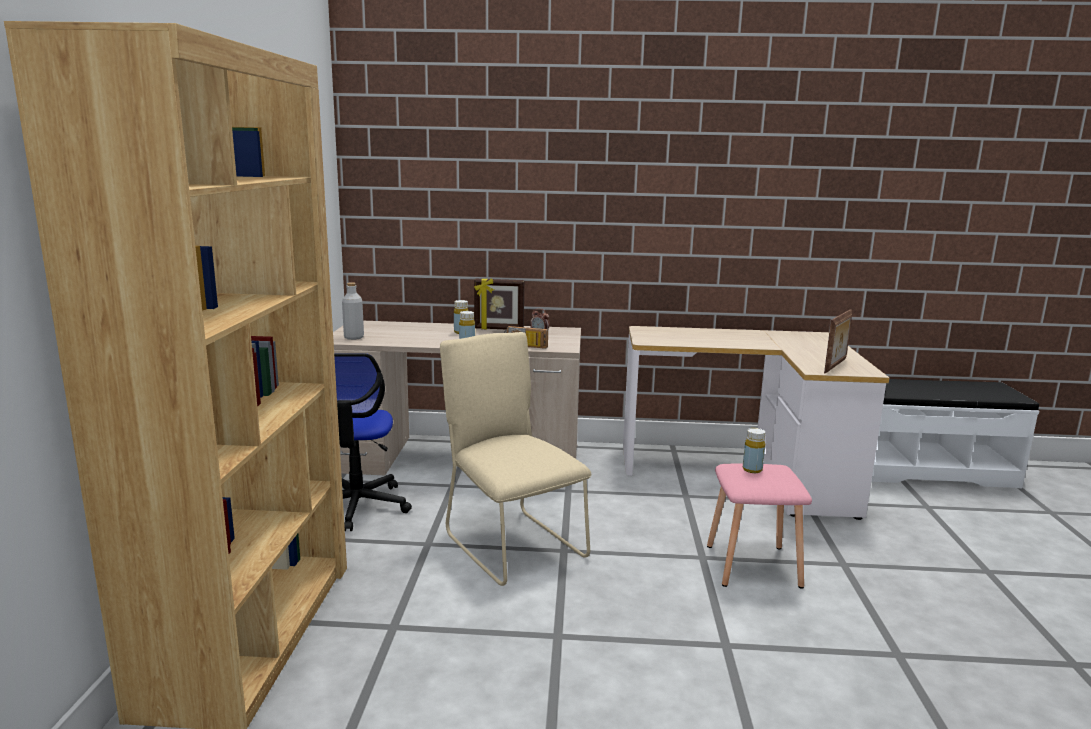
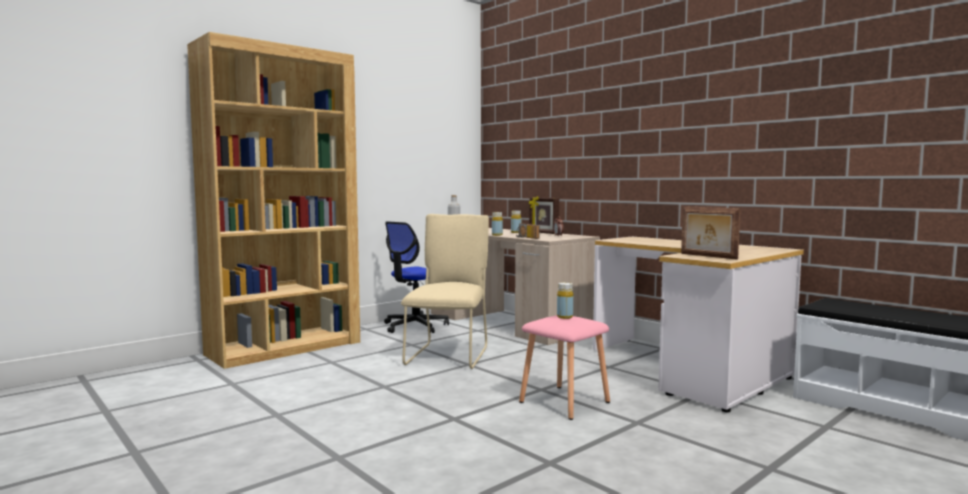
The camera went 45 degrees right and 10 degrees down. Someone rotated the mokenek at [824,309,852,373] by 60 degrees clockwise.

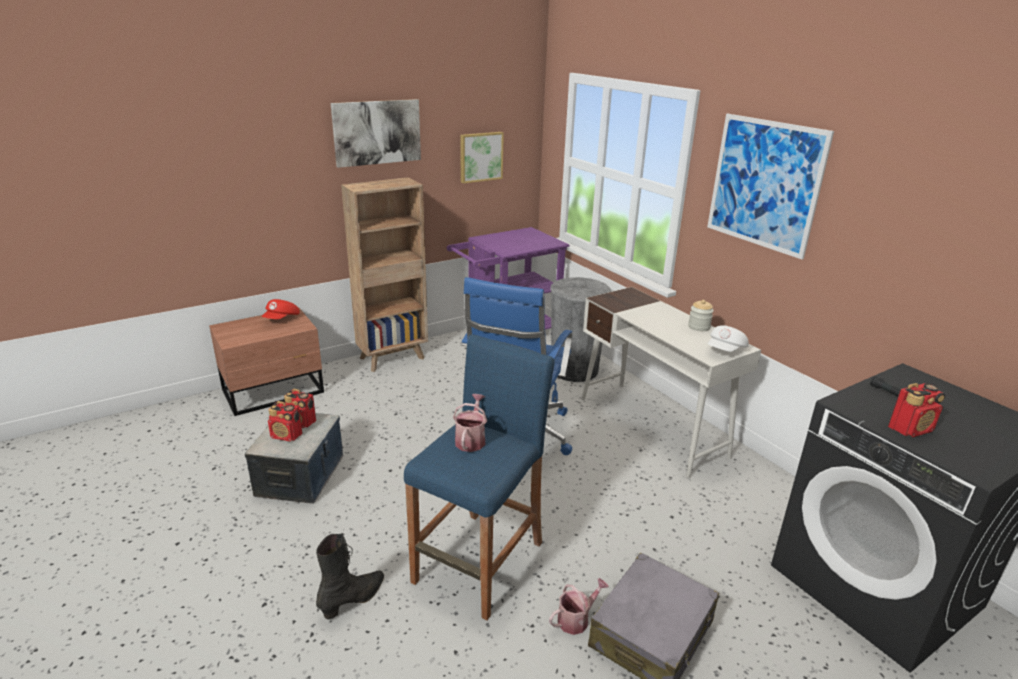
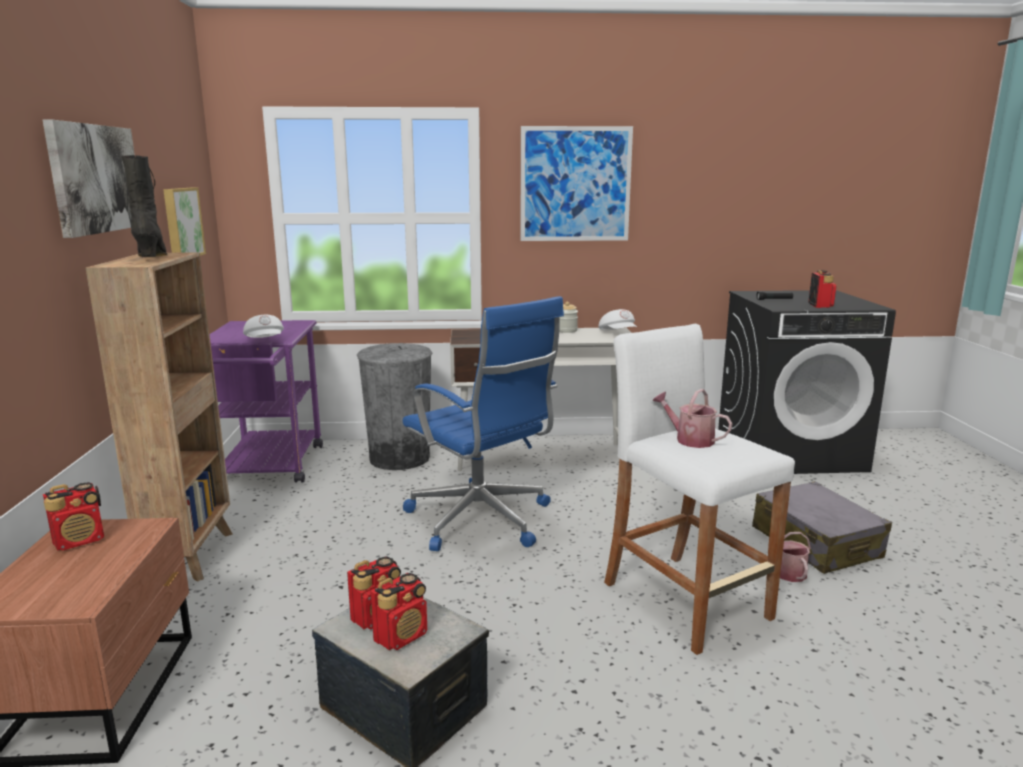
The camera went 60 degrees left and 10 degrees down. Someone put down the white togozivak at [243,315,284,338]. Someone carried the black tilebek from [316,533,384,620] to [121,155,167,257]. Someone swapped the red togozivak at [262,299,300,319] for the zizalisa at [43,482,104,550]. Someone repainted the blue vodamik at [404,334,554,621], which became the white vodamik at [604,324,795,655].

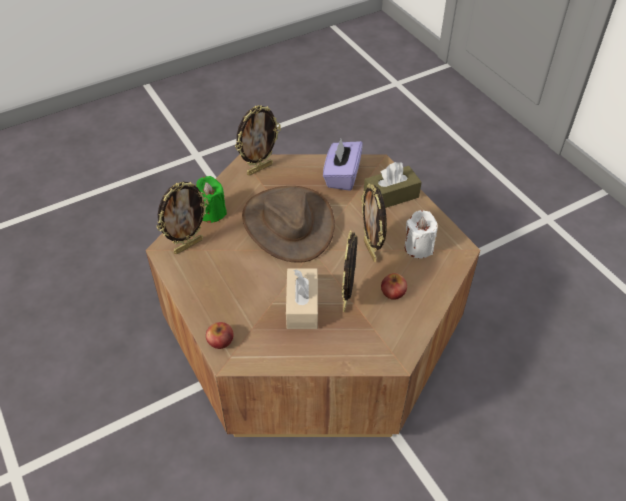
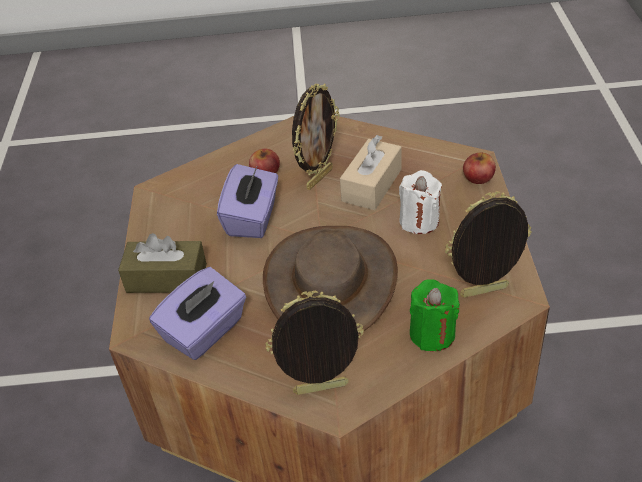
The camera went 150 degrees left and 5 degrees down. Someone carried the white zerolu from [405,210,438,258] to [399,170,442,234]. Someone swapped the mokenek at [361,183,387,262] for the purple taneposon at [217,164,278,238].

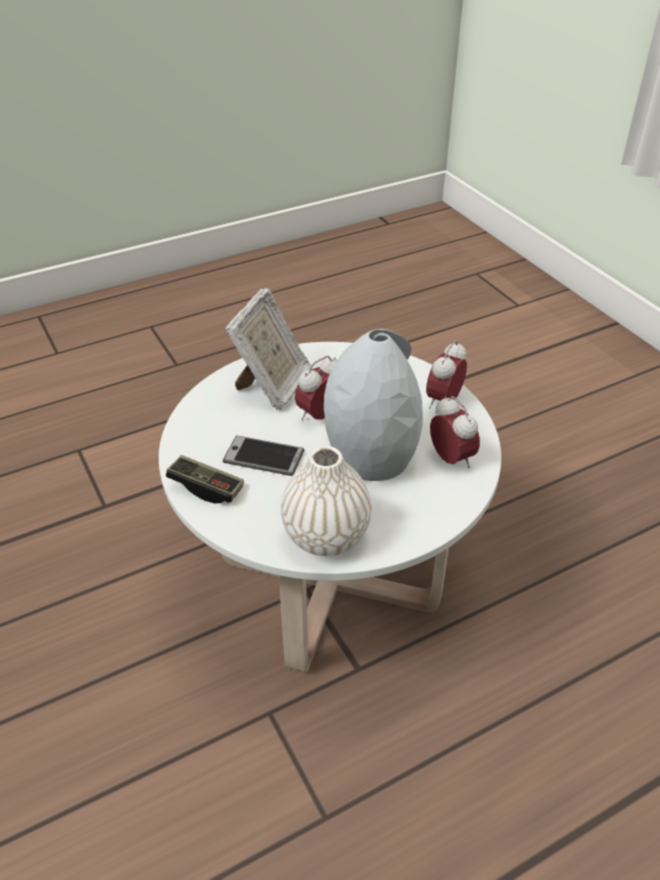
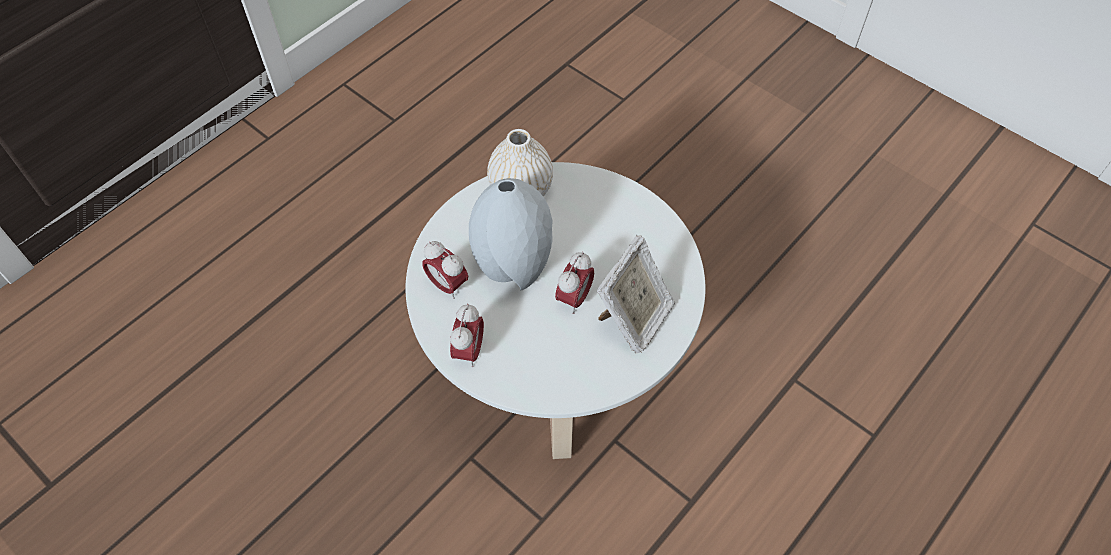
The camera went 160 degrees right and 15 degrees up. Someone took away the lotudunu at [166,455,244,504]. Someone took away the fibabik at [223,436,304,476]. Someone rotated the mokenek at [225,288,311,410] by 150 degrees counterclockwise.

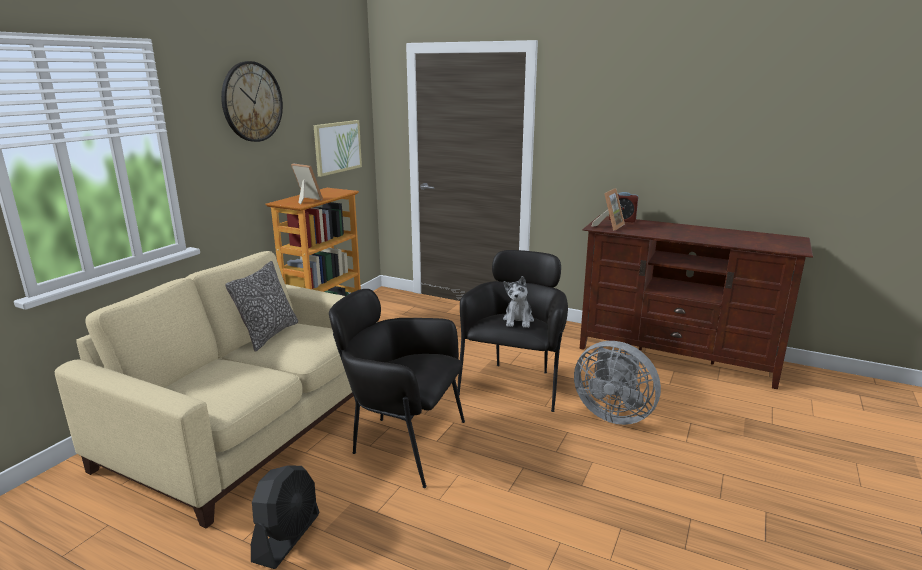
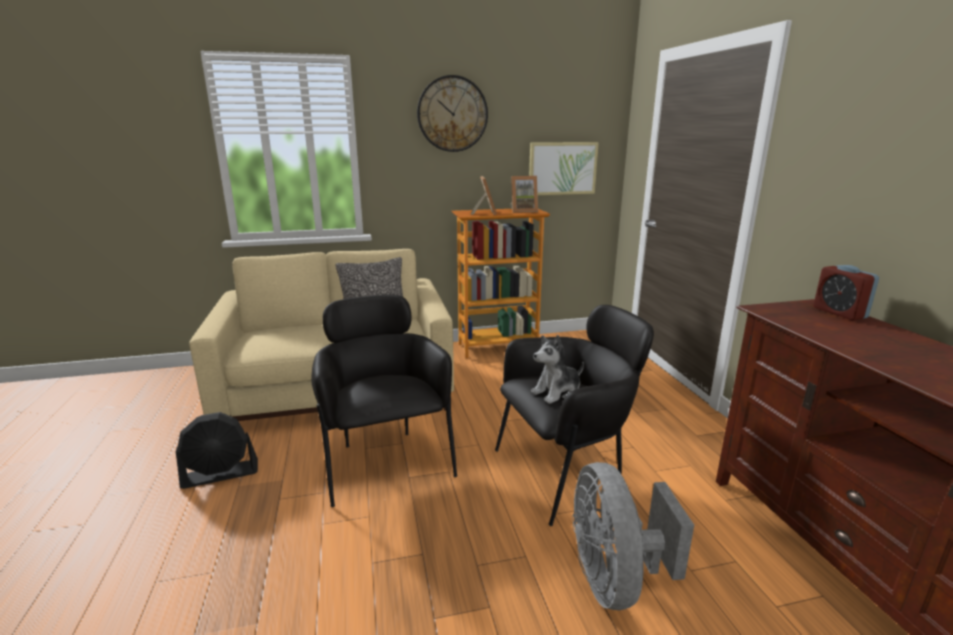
The camera went 50 degrees right and 0 degrees up. Someone carried the mokenek from [591,188,625,231] to [510,176,538,213].

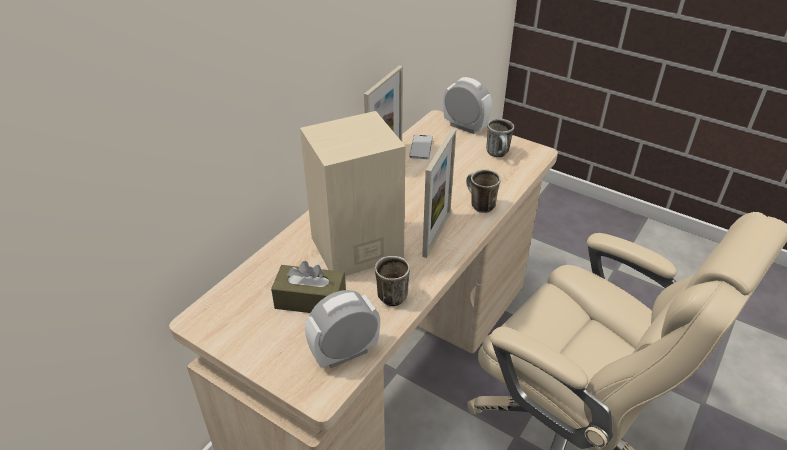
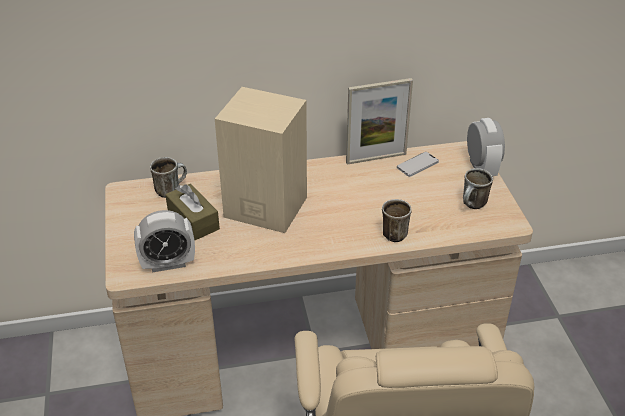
The camera went 45 degrees right and 0 degrees up. Someone took away the mokenek at [422,128,456,258]. Someone carried the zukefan from [375,256,410,306] to [150,157,187,198]. Someone rotated the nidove at [305,290,380,368] by 150 degrees clockwise.

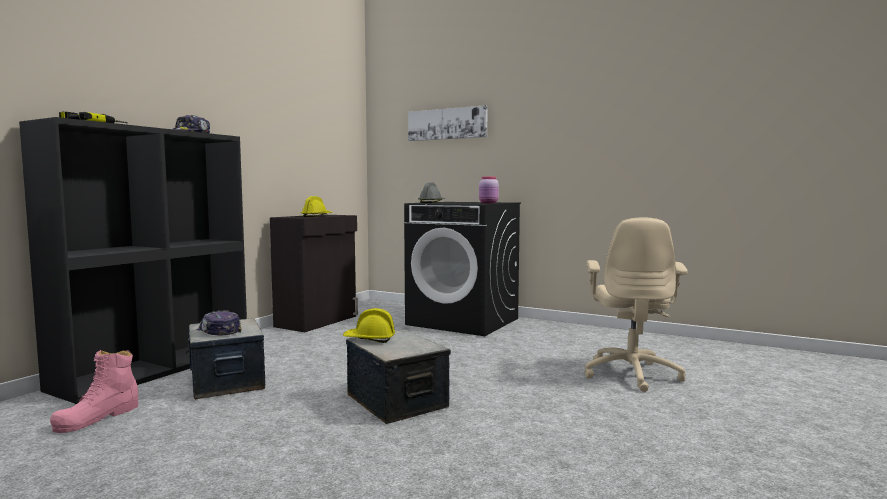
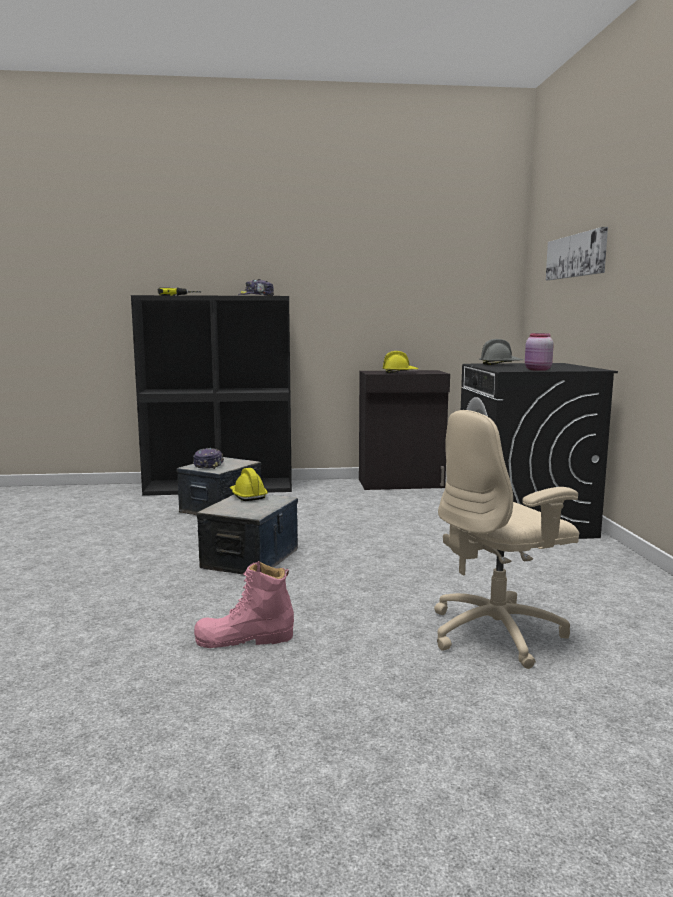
The camera went 55 degrees right and 5 degrees up. Someone carried the pink tilebek from [50,350,138,433] to [194,561,294,648].

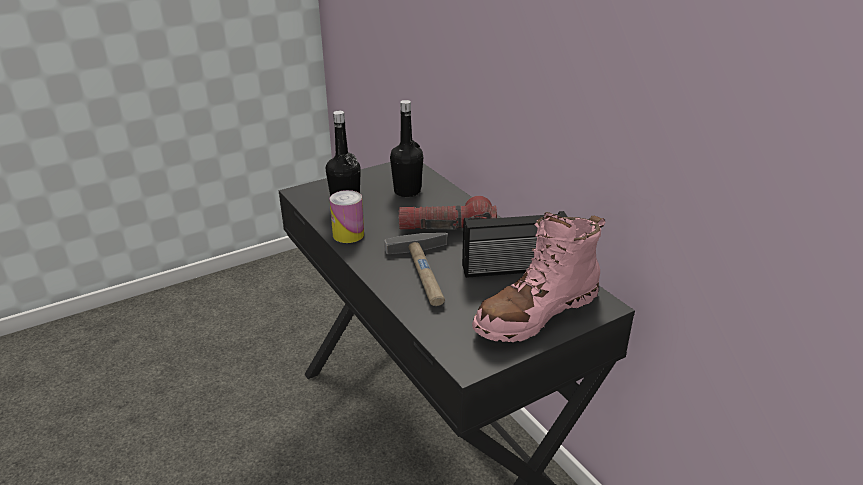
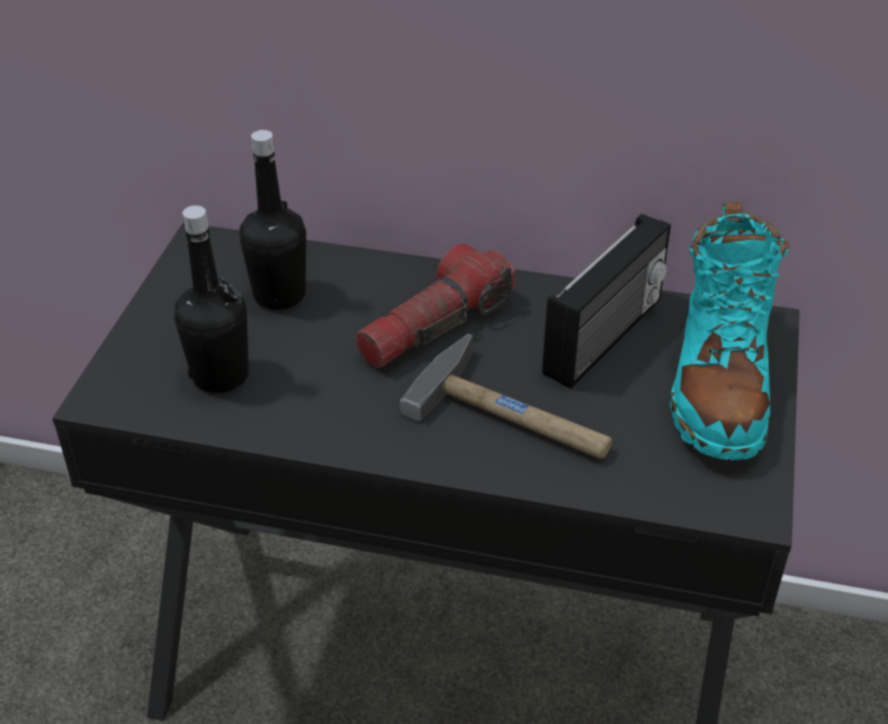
The camera went 45 degrees left and 10 degrees up. Someone took away the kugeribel at [330,190,364,243]. Someone repainted the pink tilebek at [472,212,605,342], which became the turquoise tilebek at [670,201,789,460].

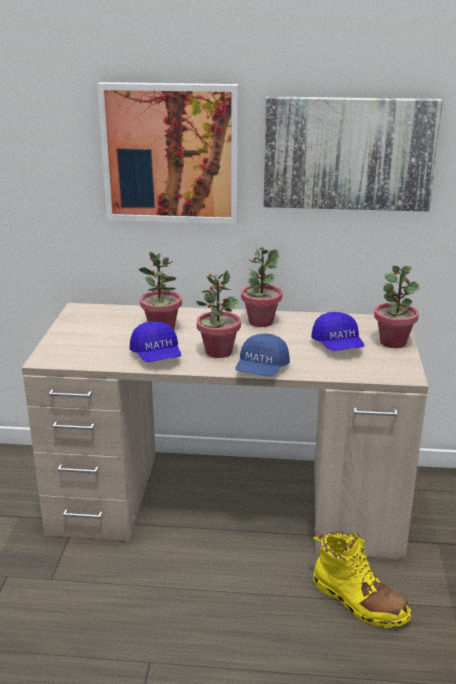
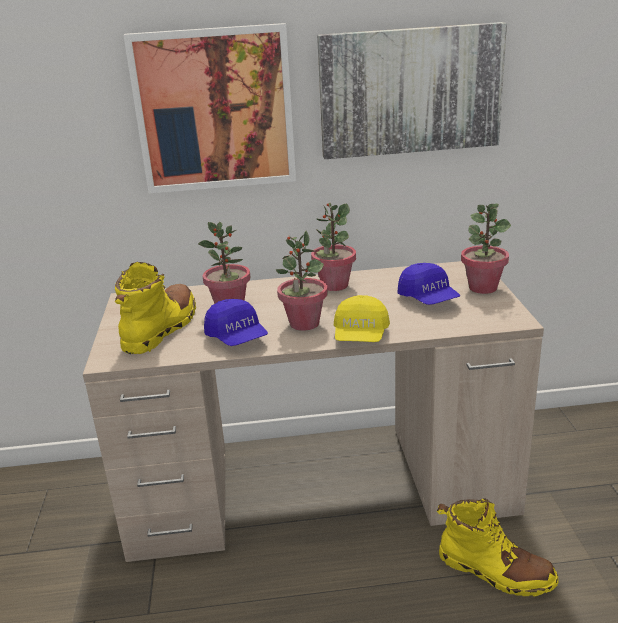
The camera went 10 degrees left and 0 degrees up. Someone put down the yellow tilebek at [115,262,196,354]. Someone repainted the blue togozivak at [236,333,290,376], which became the yellow togozivak at [334,295,390,342].

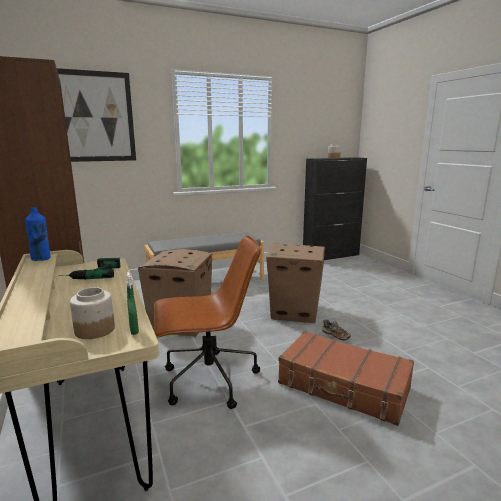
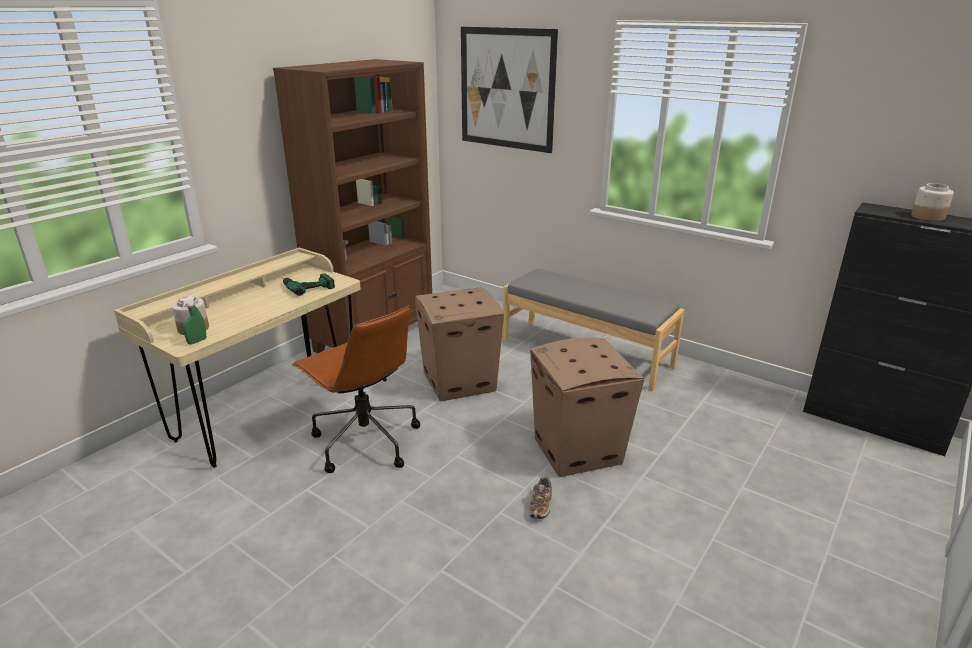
The camera went 60 degrees right and 10 degrees up. Someone took away the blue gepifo at [25,207,51,261]. Someone took away the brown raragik at [278,331,414,426].

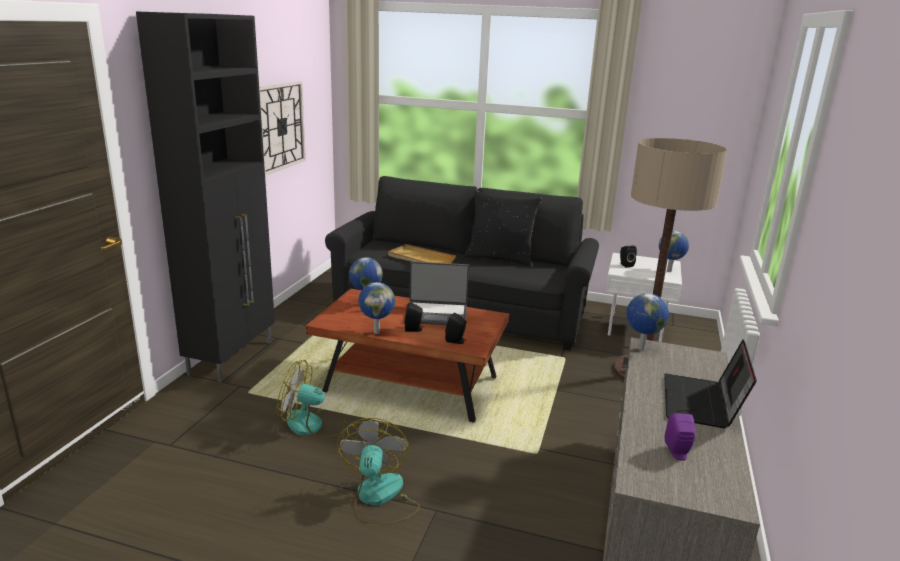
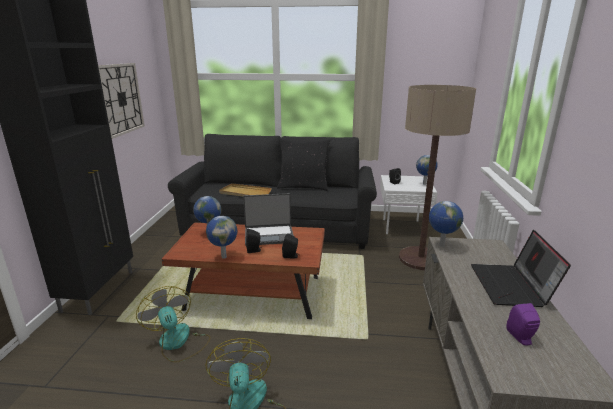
The camera went 10 degrees left and 0 degrees up. Someone rotated the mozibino at [277,360,346,438] by 60 degrees clockwise.

